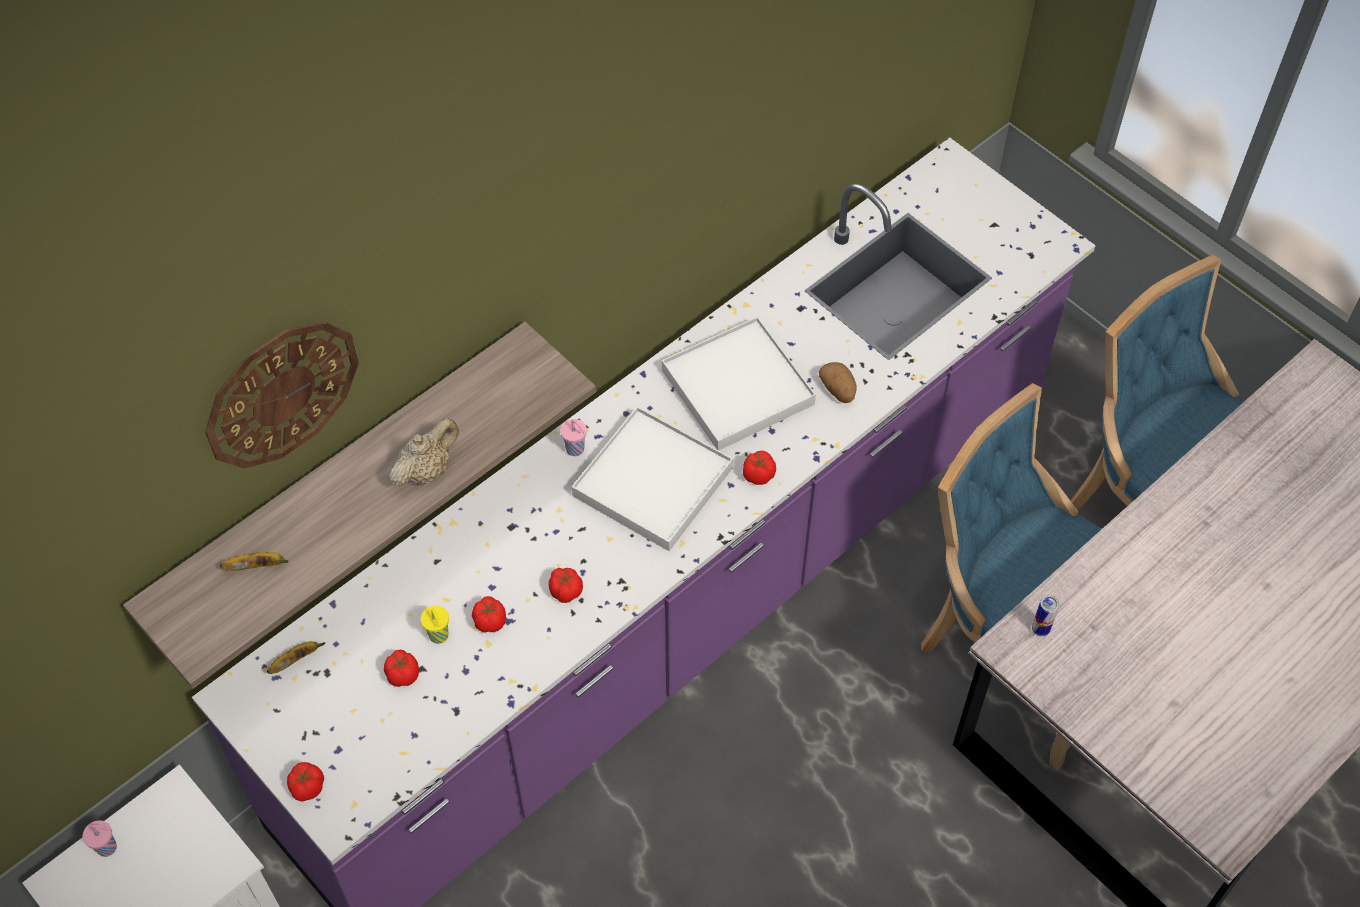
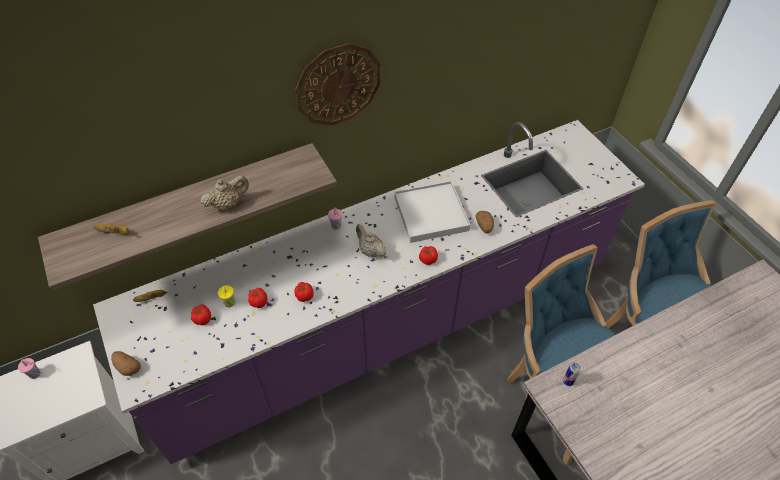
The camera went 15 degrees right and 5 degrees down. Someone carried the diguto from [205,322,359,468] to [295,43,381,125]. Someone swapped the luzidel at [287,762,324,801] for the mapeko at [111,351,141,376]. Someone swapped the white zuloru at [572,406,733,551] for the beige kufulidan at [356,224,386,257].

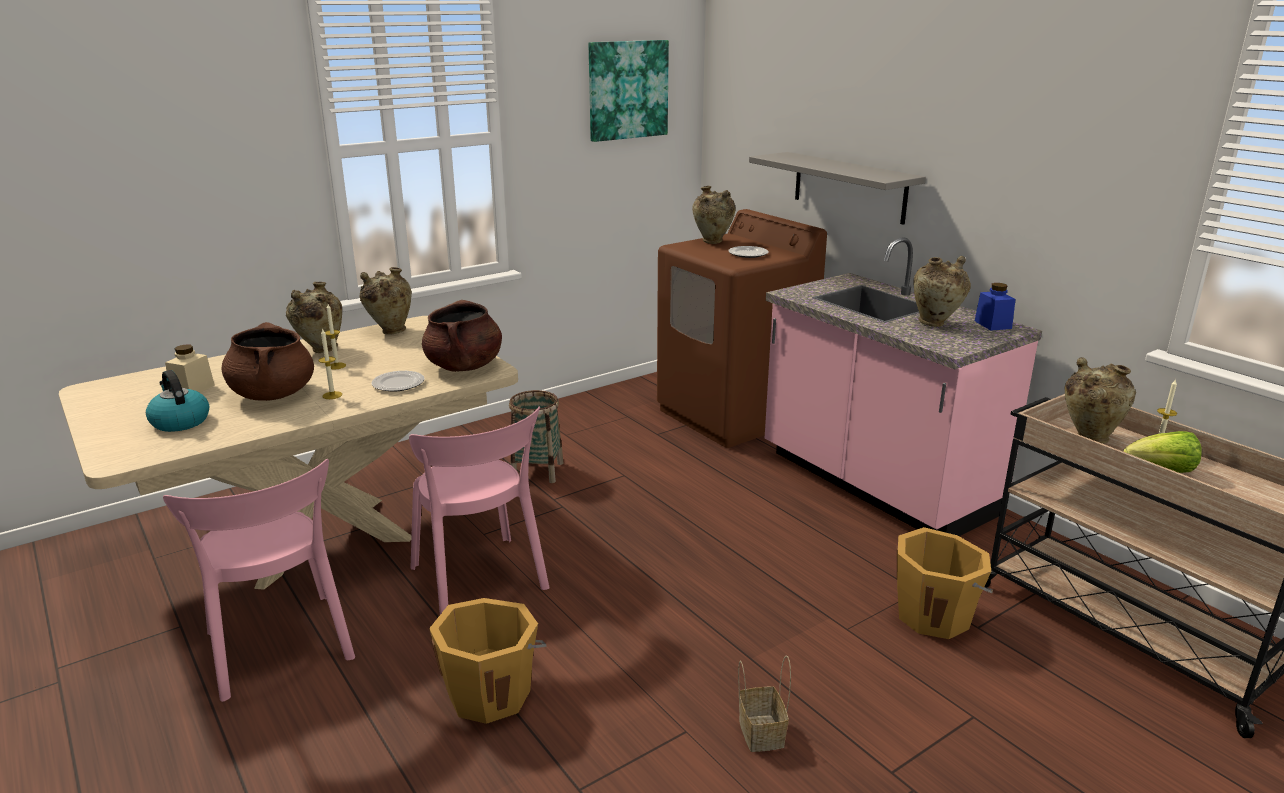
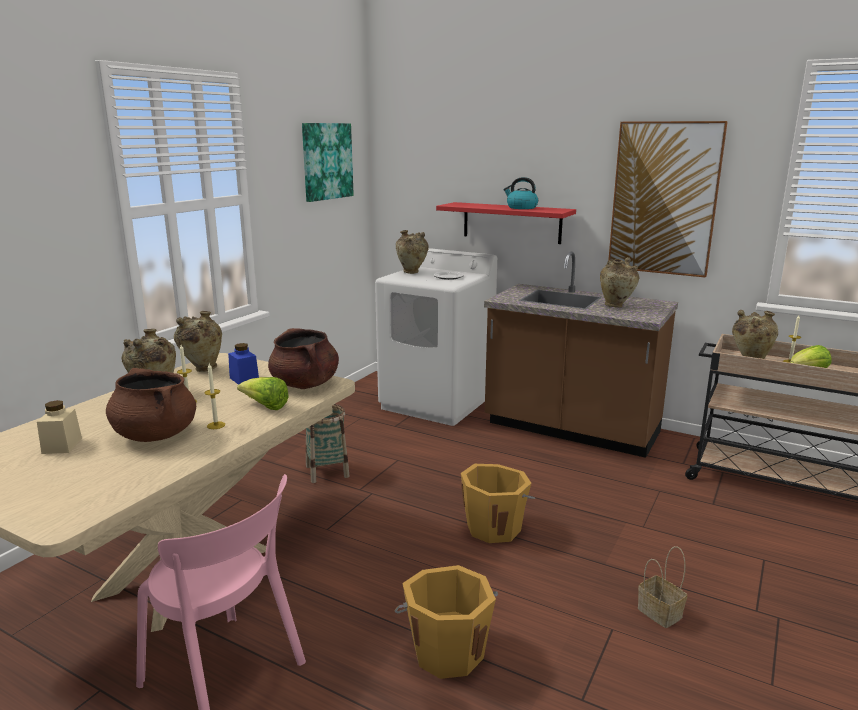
The camera went 25 degrees left and 5 degrees down. Someone took away the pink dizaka at [409,406,550,614]. Someone put up the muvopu at [608,121,728,278]. Someone carried the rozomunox from [146,370,209,432] to [504,177,538,209]. Someone carried the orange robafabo from [897,527,993,639] to [461,464,535,543]. Someone carried the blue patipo from [975,283,1016,331] to [228,343,259,385]. Someone swapped the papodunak at [371,371,424,391] for the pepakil at [237,377,289,410]. Someone repainted the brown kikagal at [657,209,827,448], which became the white kikagal at [375,248,497,426]. Someone repainted the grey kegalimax at [749,152,926,225], which became the red kegalimax at [436,202,576,244]. Someone repainted the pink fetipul at [765,237,1042,536], which became the brown fetipul at [484,252,678,458].

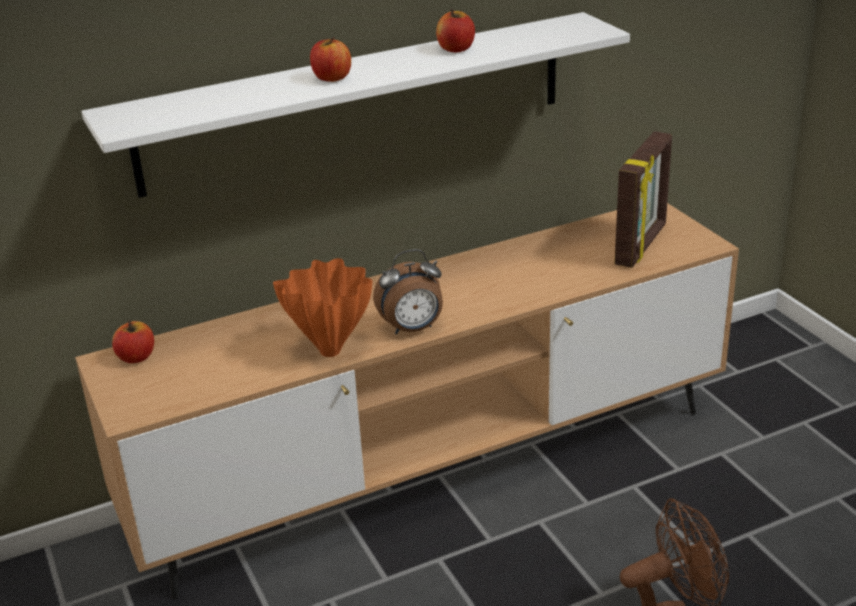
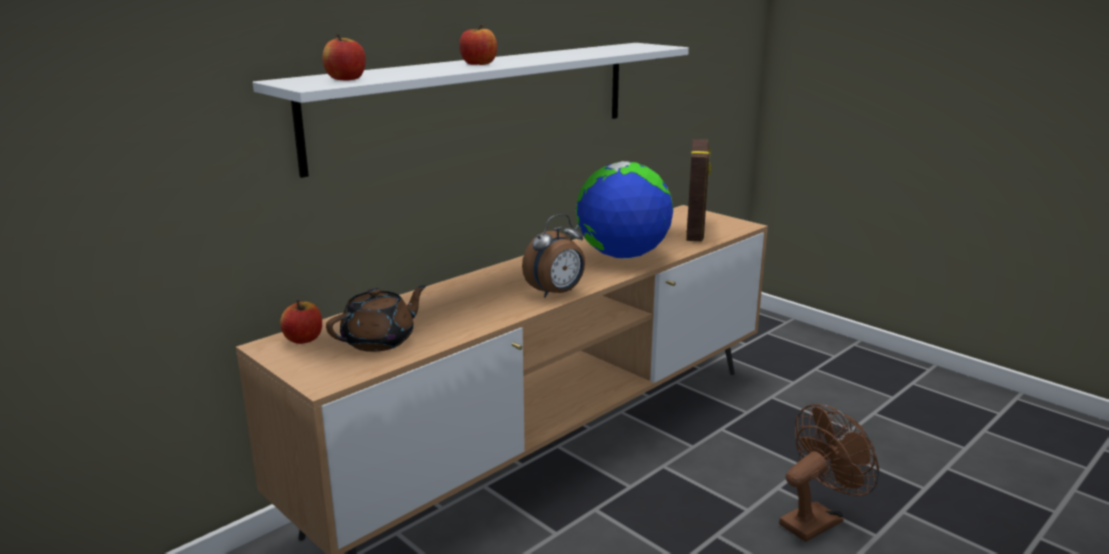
The camera went 20 degrees left and 10 degrees down. Someone took away the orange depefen at [273,258,372,357]. Someone put down the brown kufulidan at [326,285,427,352]. Someone put down the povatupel at [576,161,673,259]. Someone carried the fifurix from [436,9,475,52] to [322,34,366,81].

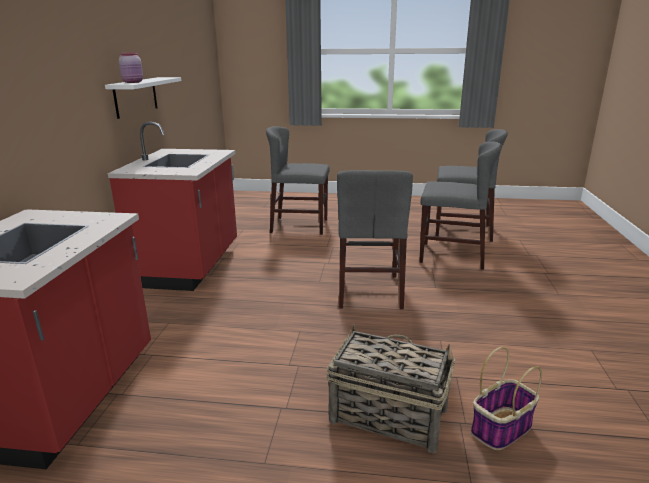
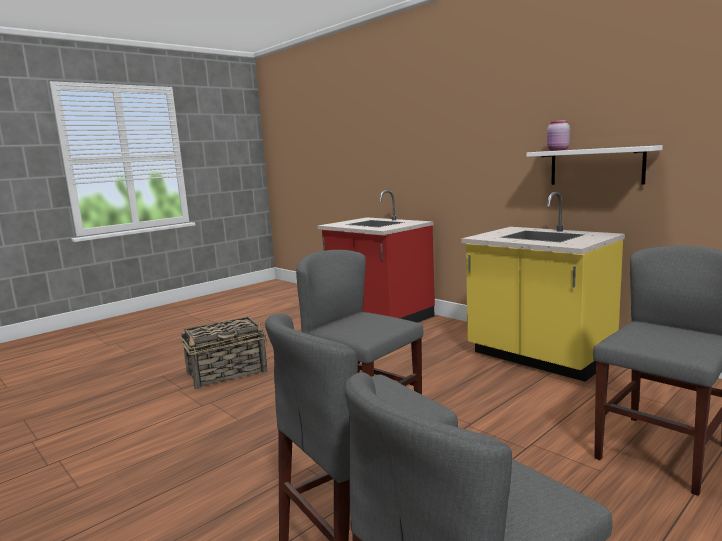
The camera went 130 degrees right and 10 degrees down. Someone took away the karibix at [471,347,542,450]. Someone repainted the red fetipul at [108,122,237,291], which became the yellow fetipul at [462,192,625,382].

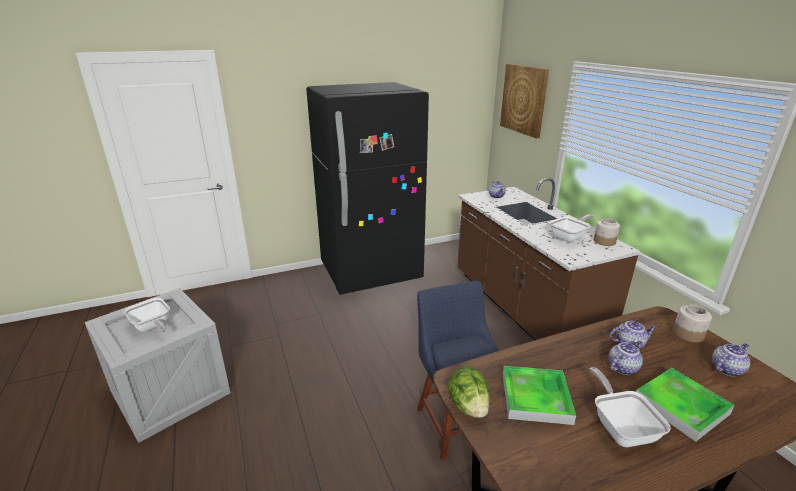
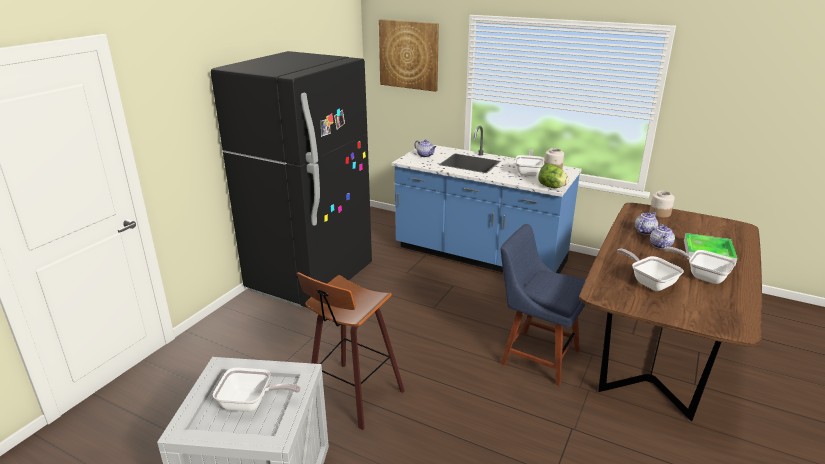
The camera went 40 degrees left and 0 degrees up. Someone took away the kufulidan at [712,343,750,376]. Someone put down the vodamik at [297,272,405,430]. Someone carried the pepakil from [448,366,490,418] to [538,164,569,188]. Someone swapped the zuloru at [503,366,576,425] for the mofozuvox at [617,249,684,291]. Someone repainted the brown fetipul at [458,178,641,340], which became the blue fetipul at [392,126,581,274].

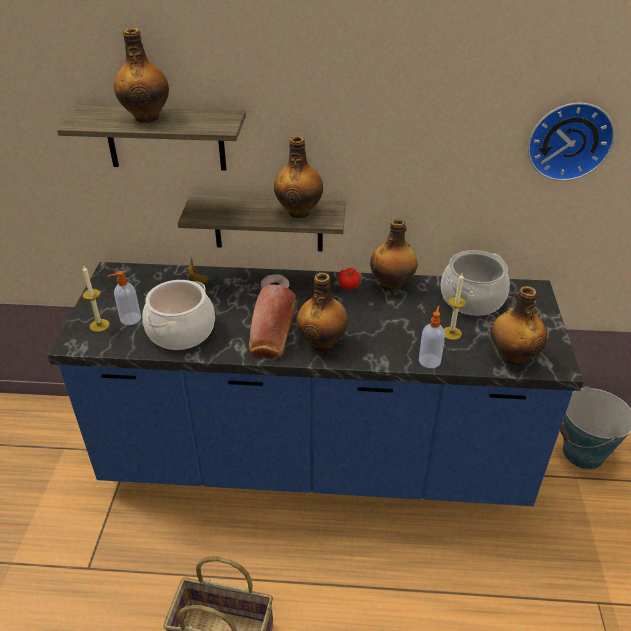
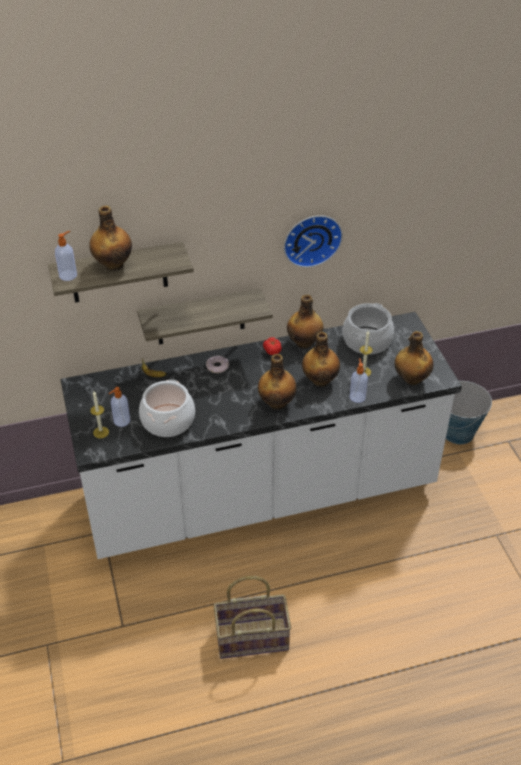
The camera went 20 degrees left and 5 degrees up. Someone took away the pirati at [249,285,296,357]. Someone put down the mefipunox at [55,231,77,281]. Someone carried the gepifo from [274,136,323,218] to [302,332,340,387]. Someone carried the diguto from [528,103,615,181] to [284,215,343,268]. Someone repainted the blue fetipul at [47,262,584,506], which became the white fetipul at [61,312,462,559].

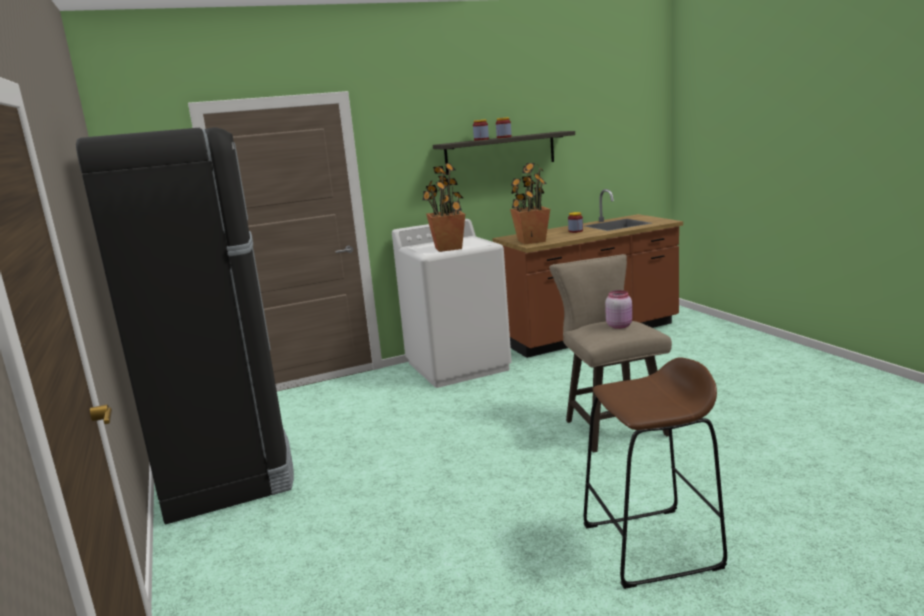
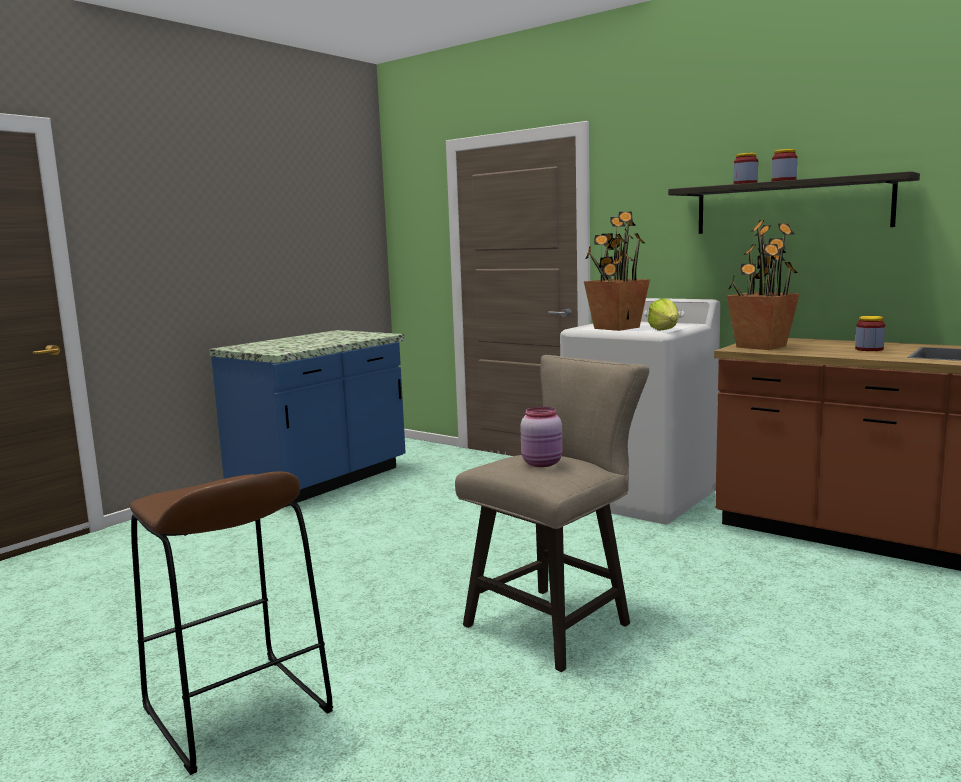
The camera went 60 degrees right and 5 degrees down. Someone put down the pepakil at [648,299,679,331]. Someone swapped the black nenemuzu at [76,127,294,524] for the blue fetipul at [209,330,406,508].

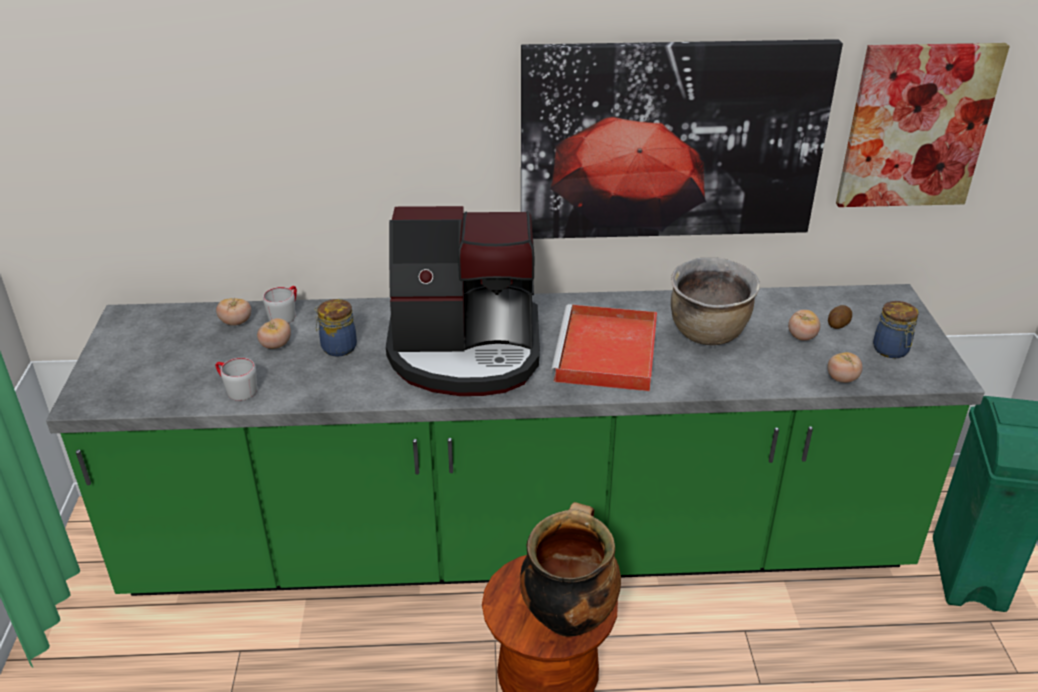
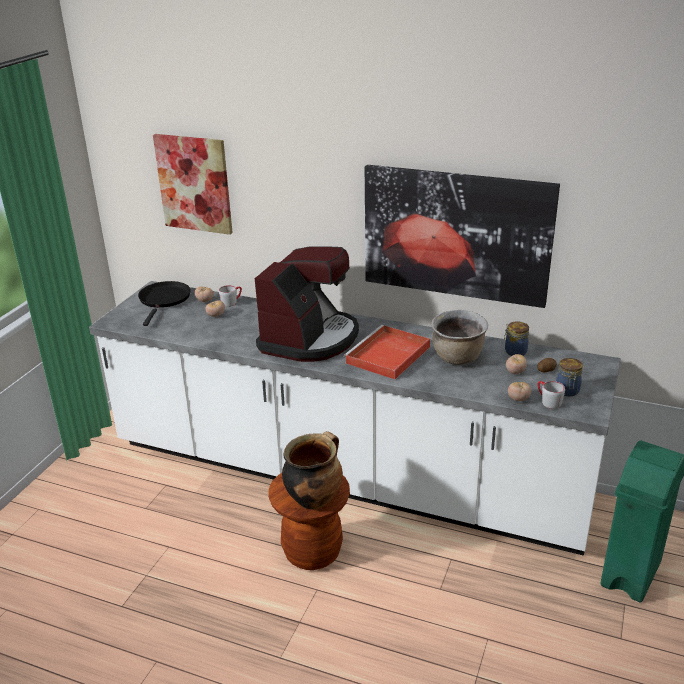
The camera went 25 degrees right and 5 degrees down. Someone put down the black mofozuvox at [138,281,191,326]. Someone carried the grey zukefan from [215,358,257,401] to [537,381,565,409]. Someone carried the patipo from [314,299,357,357] to [504,321,529,356]. Someone carried the muvopu from [836,43,1010,207] to [153,134,233,235]. Someone repainted the green fetipul at [46,284,985,596], which became the white fetipul at [89,281,621,556]. Someone rotated the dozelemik at [386,206,540,396] by 90 degrees counterclockwise.

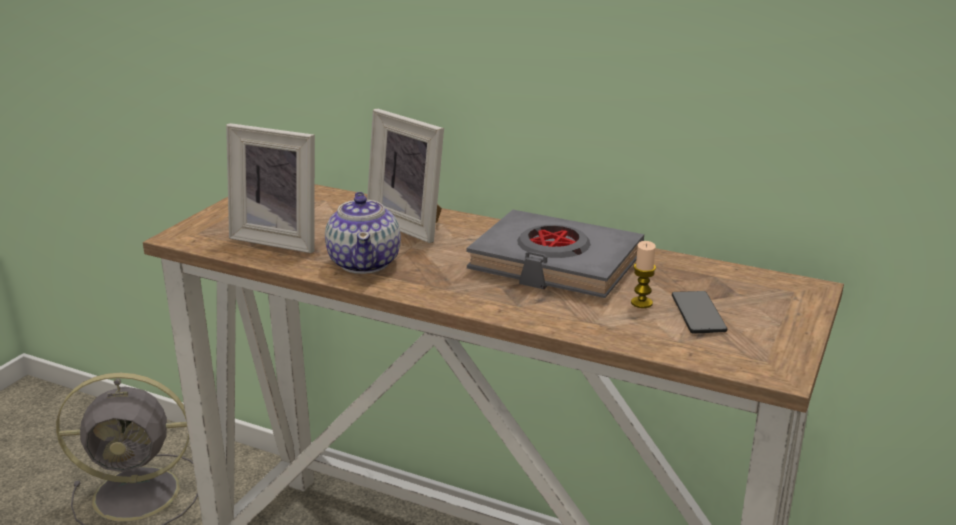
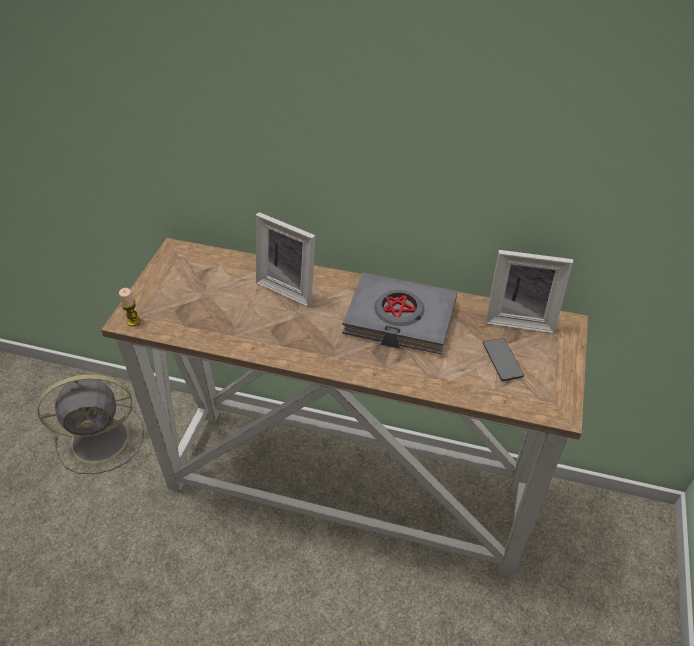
The camera went 10 degrees left and 20 degrees up. Someone took away the kufulidan at [325,192,401,274]. Someone carried the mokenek from [226,123,315,253] to [485,250,573,333]. Someone carried the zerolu from [631,241,656,308] to [119,288,141,326].

